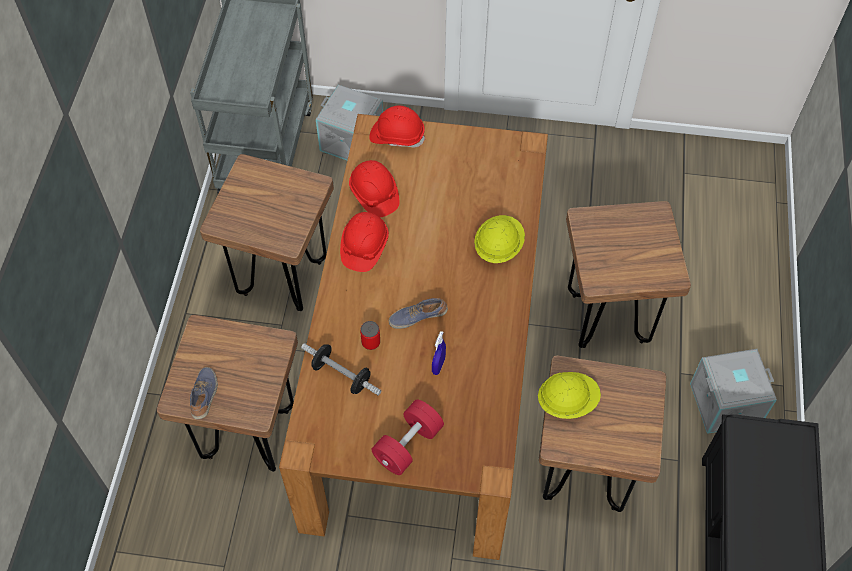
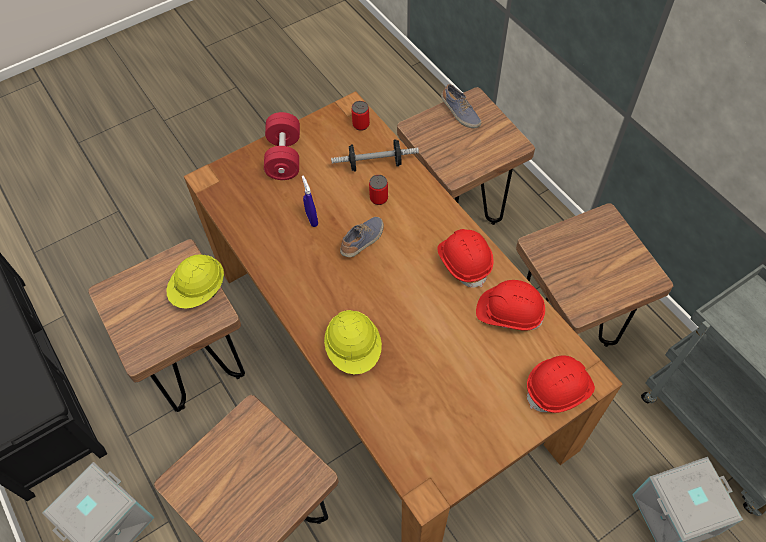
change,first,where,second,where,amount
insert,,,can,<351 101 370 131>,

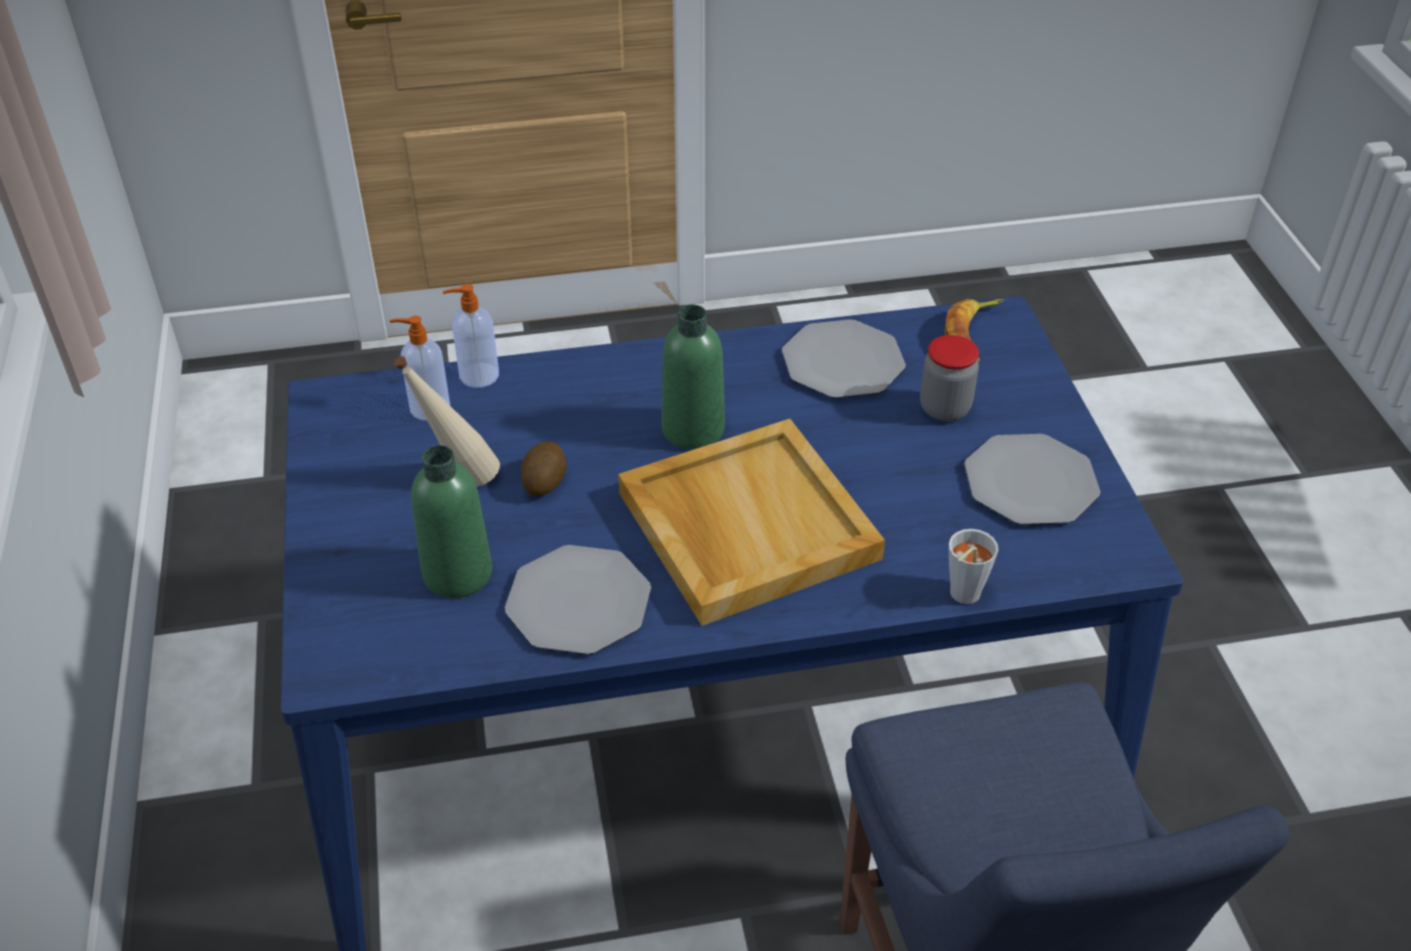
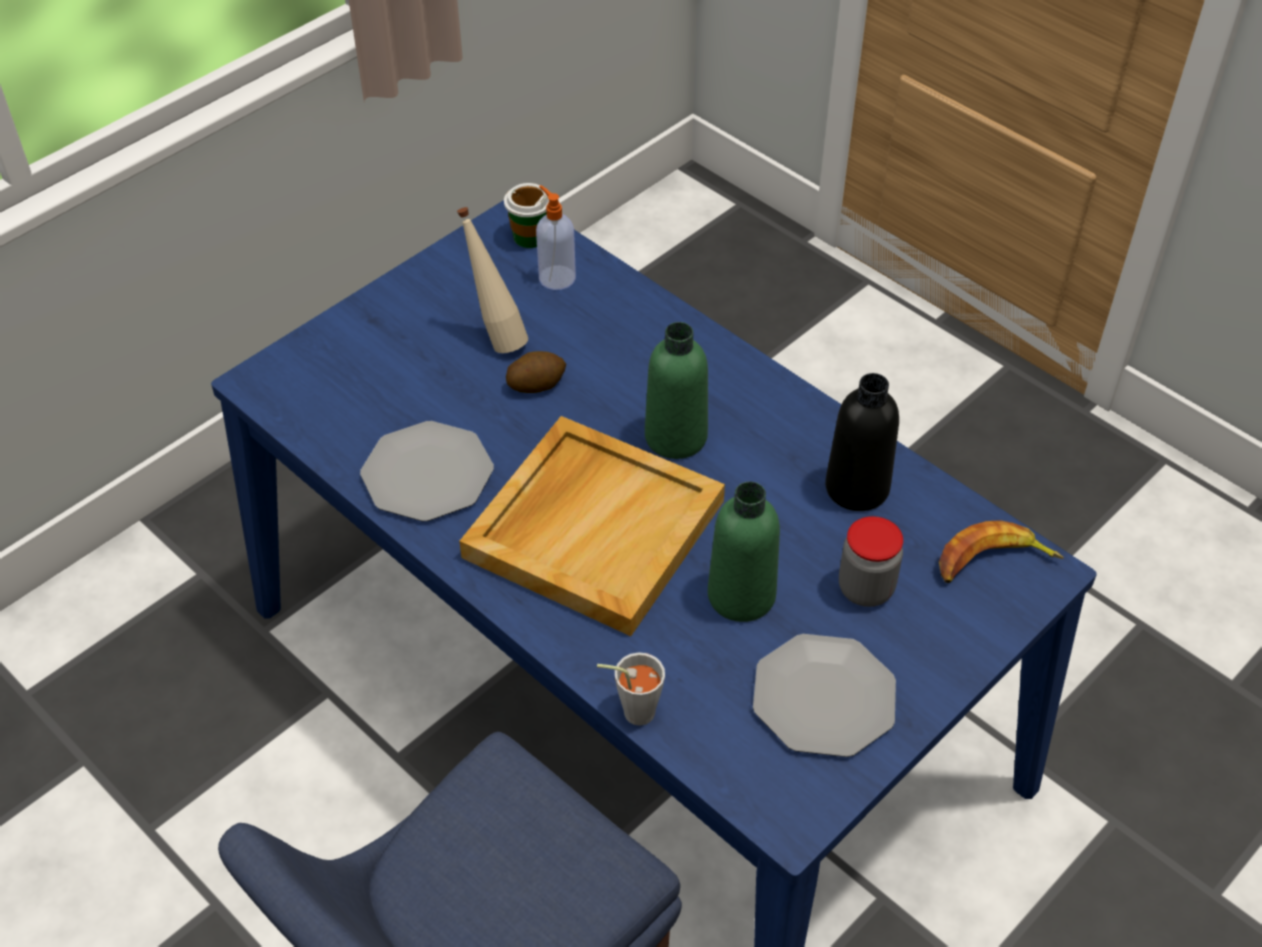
change,first,where,second,where,amount
delete,soap dispenser,<443 284 499 388>,,,
replace,plate,<782 319 906 398>,black bottle,<825 373 899 511>,
move,green bottle,<411 445 492 598>,,<708 481 780 622>,
insert,,,cup,<504 183 549 248>,

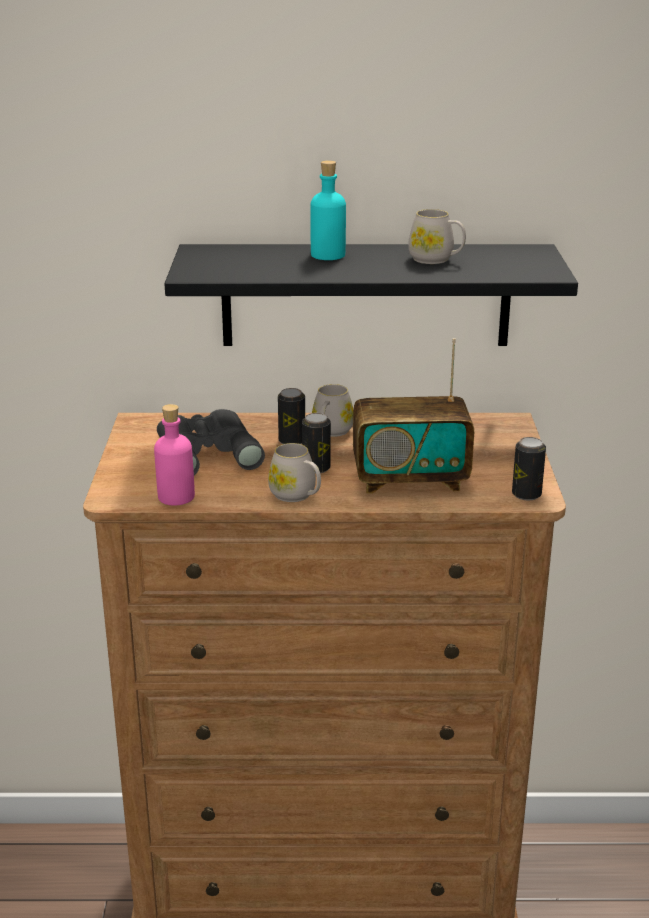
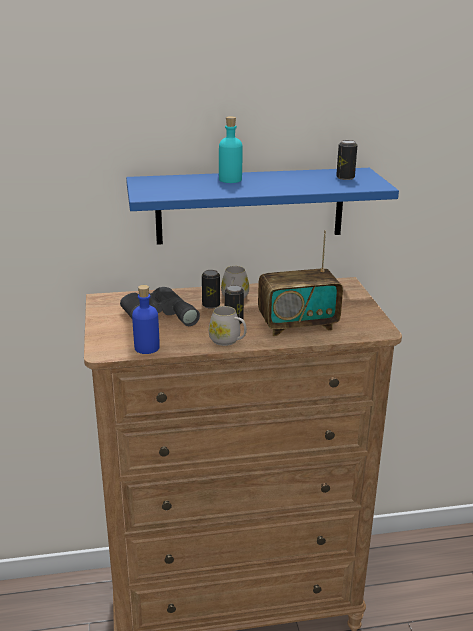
change,first,where,second,where,amount
delete,white mug,<408 209 466 264>,,,
recolor,black shelf,<164 244 578 346>,blue shelf,<126 168 399 245>,
recolor,pink bottle,<154 404 195 506>,blue bottle,<132 285 160 354>,
move,can,<512 437 546 500>,,<336 140 357 180>,

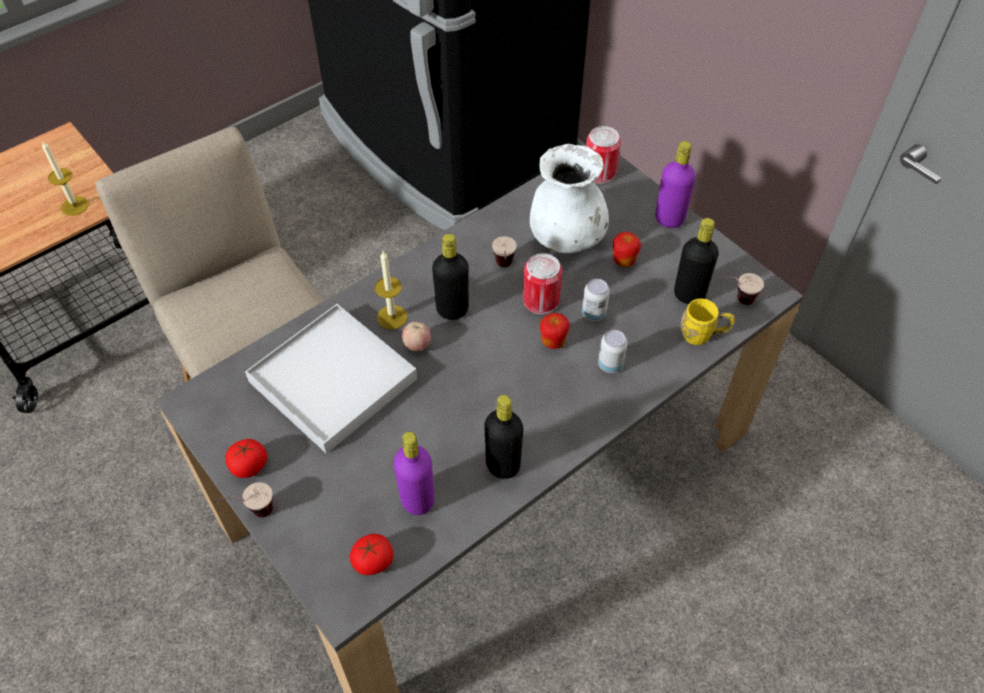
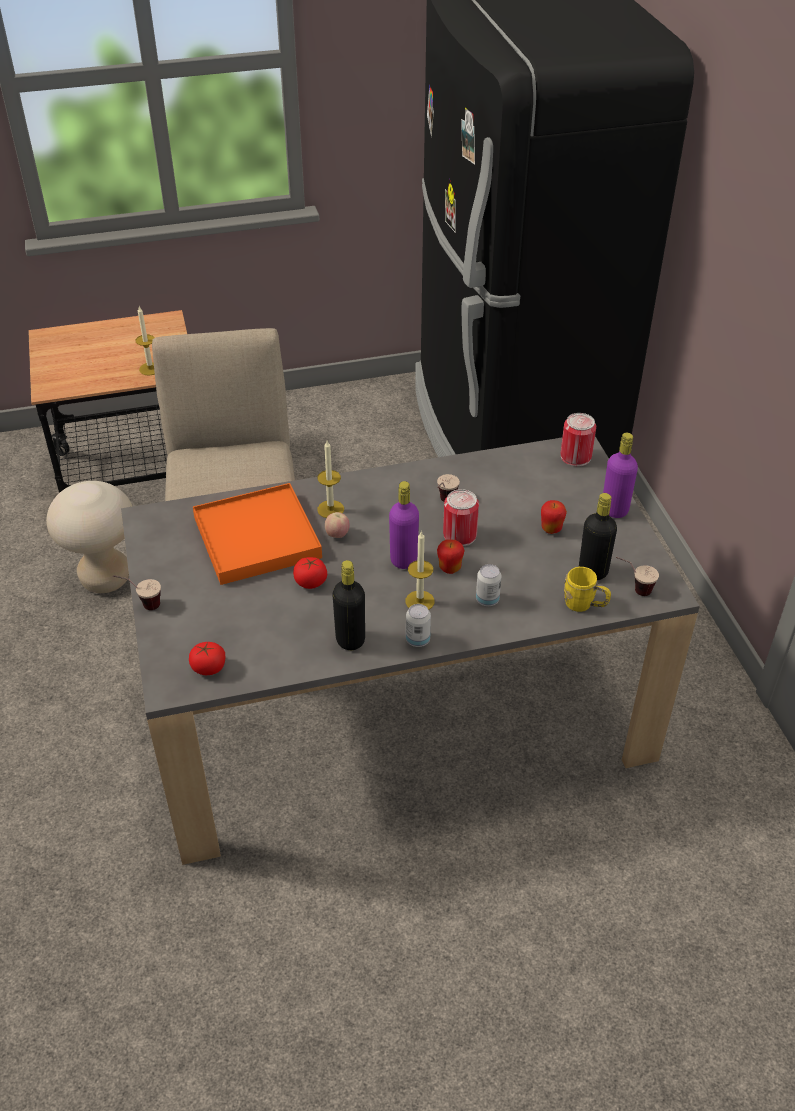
change,first,where,second,where,amount
delete,white vase,<530 144 609 253>,,,
delete,black bottle,<432 234 469 320>,,,
move,can,<582 279 610 321>,,<406 604 431 647>,
recolor,white tray,<245 304 417 454>,orange tray,<193 483 322 585>,
move,purple bottle,<394 432 434 515>,,<389 481 419 569>,
move,tomato,<225 439 267 478>,,<293 557 327 589>,
insert,,,beige stool,<46 481 133 593>,
insert,,,candle,<405 531 435 610>,

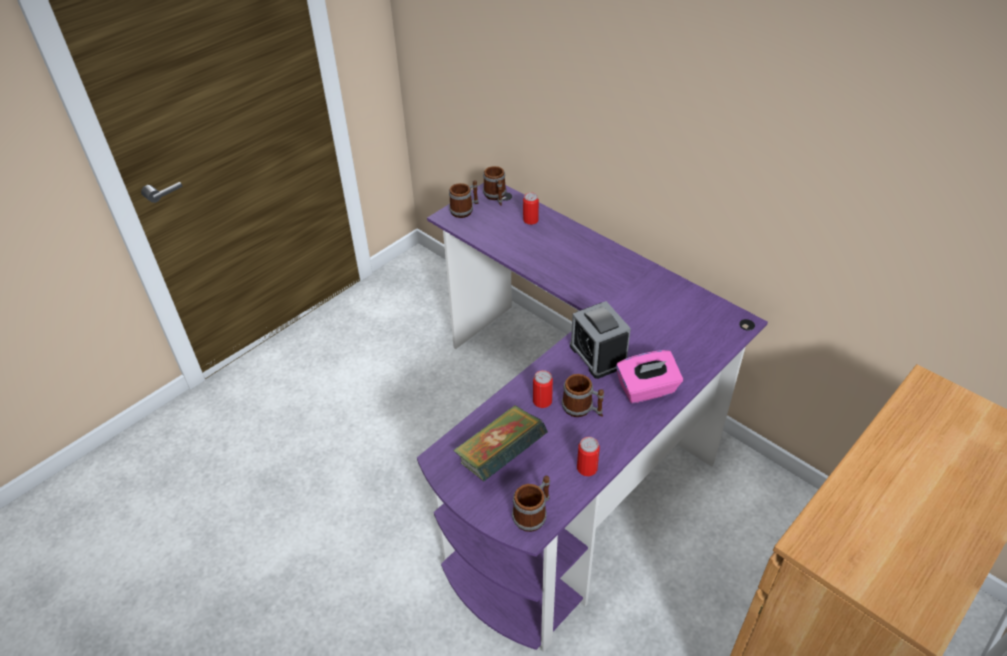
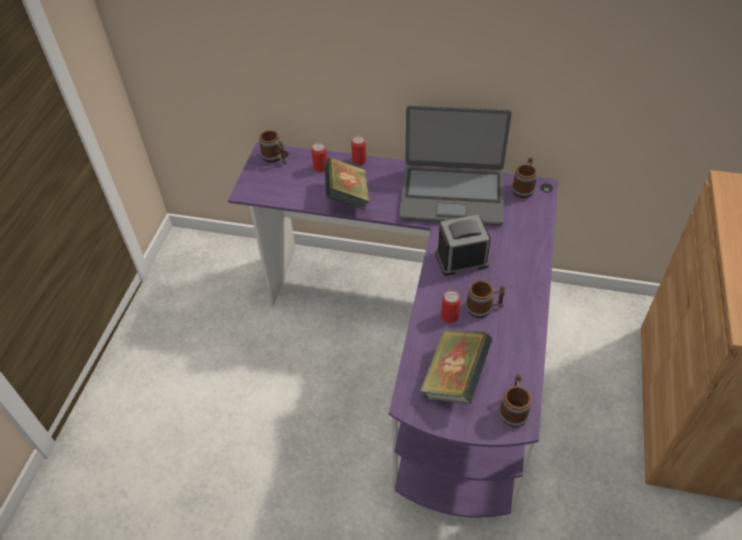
change,first,where,second,where,amount
move,mug,<449 180 479 218>,,<512 157 537 198>,
rotate,alarm clock,<570 301 631 379>,,<435 215 491 276>,135 degrees clockwise
delete,pink tissue box,<616 350 683 403>,,,
move,can,<577 437 600 476>,,<351 136 366 165>,
insert,,,laptop,<400 105 512 226>,
insert,,,book,<324 157 370 210>,

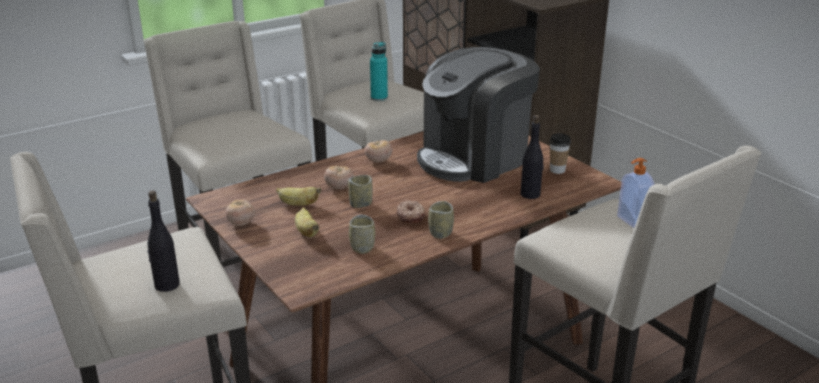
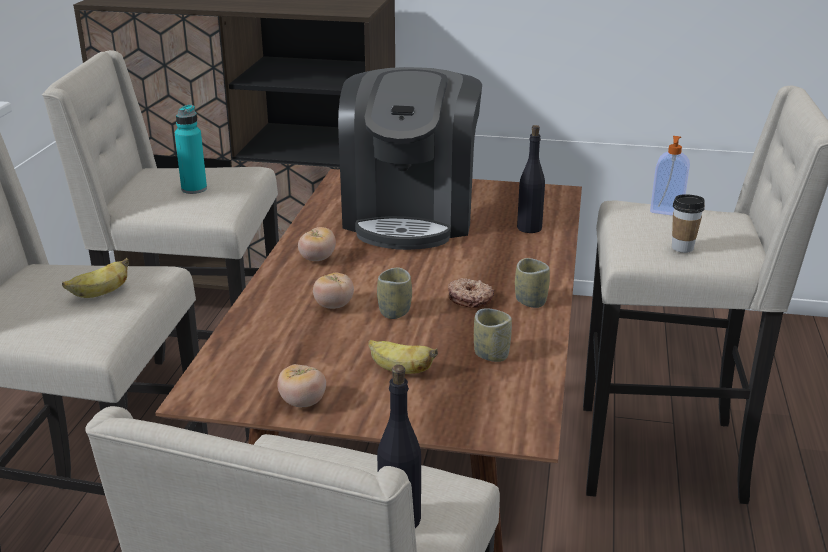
change,first,where,second,where,amount
move,cup,<549 133 571 174>,,<672 194 705 253>,
move,banana,<276 187 321 206>,,<62 258 129 298>,

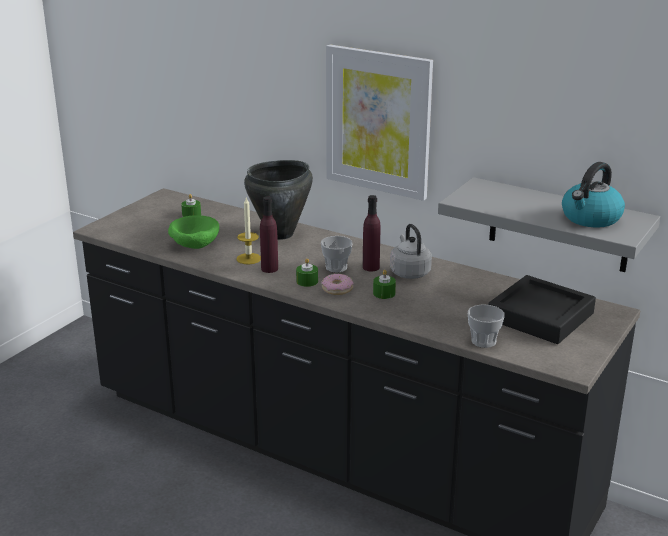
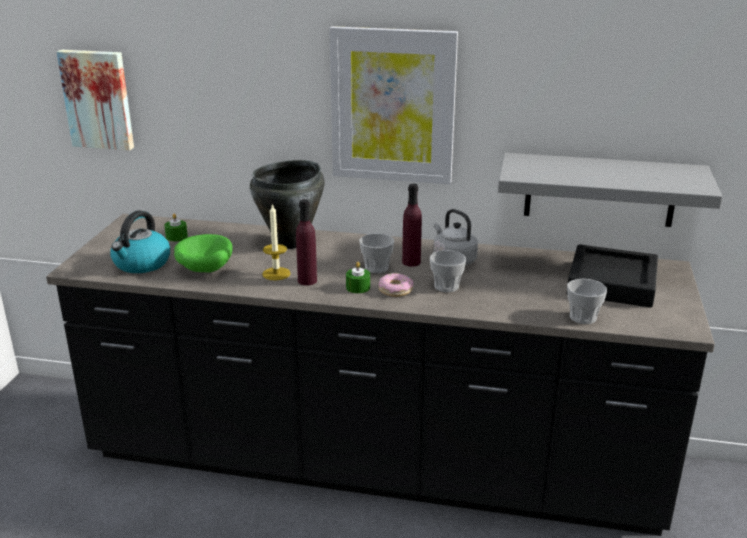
change,first,where,second,where,amount
move,kettle,<562 162 625 228>,,<111 210 170 273>,
replace,green candle,<373 270 396 299>,cup,<430 250 466 292>,
insert,,,picture,<57 50 134 150>,

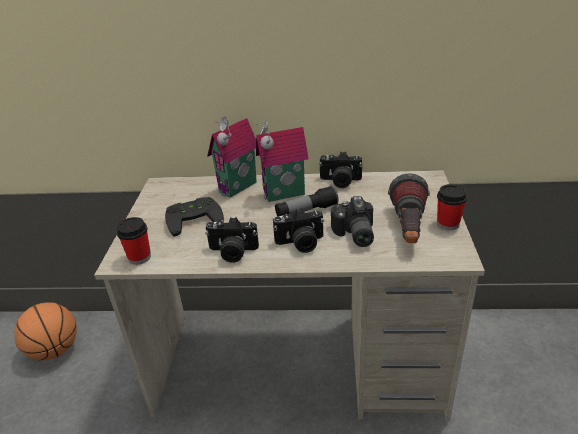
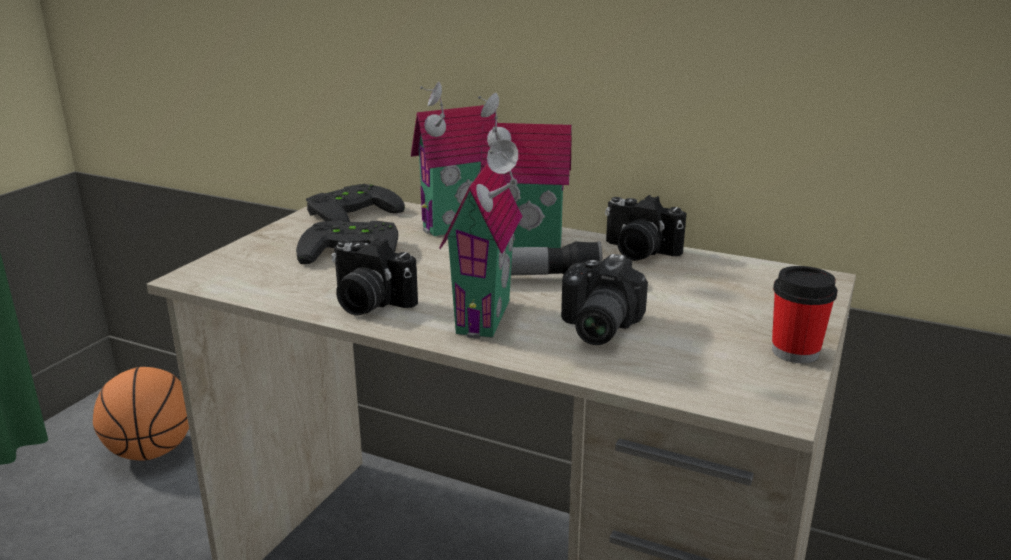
change,first,where,second,where,amount
delete,flashlight,<388 173 430 243>,,,
replace,photo camera,<273 208 324 253>,toy house,<439 139 522 339>,
delete,cup,<117 217 151 265>,,,
insert,,,black game controller,<306 184 405 222>,

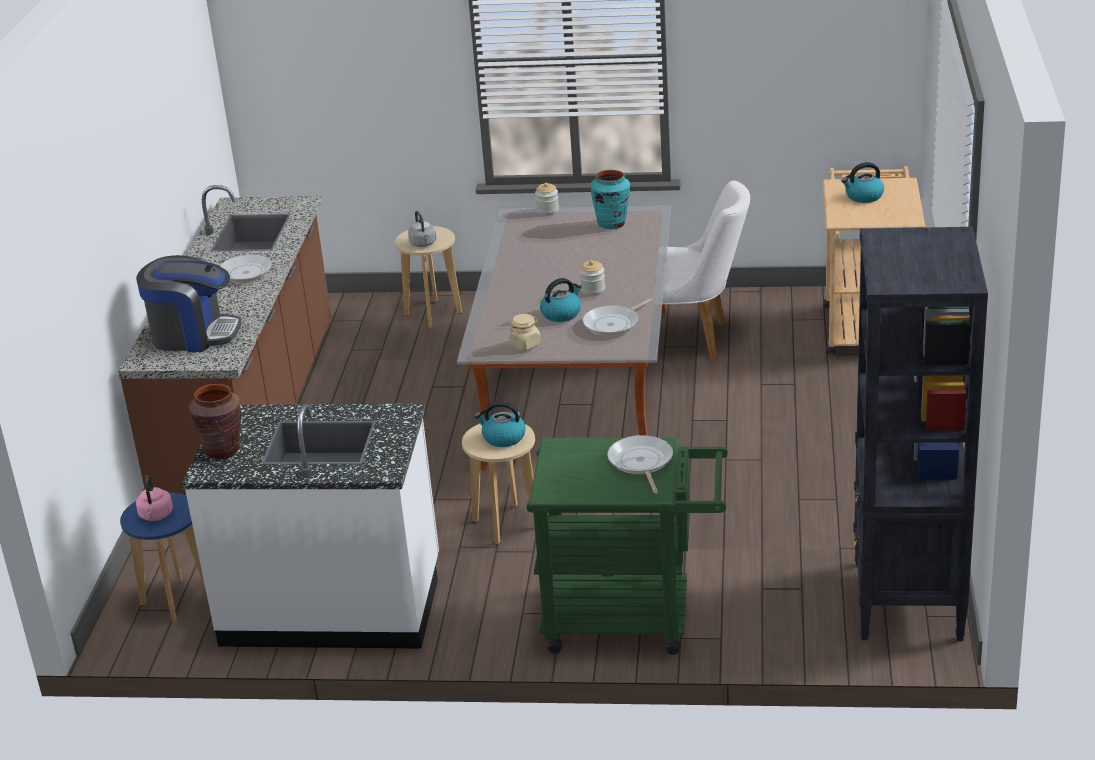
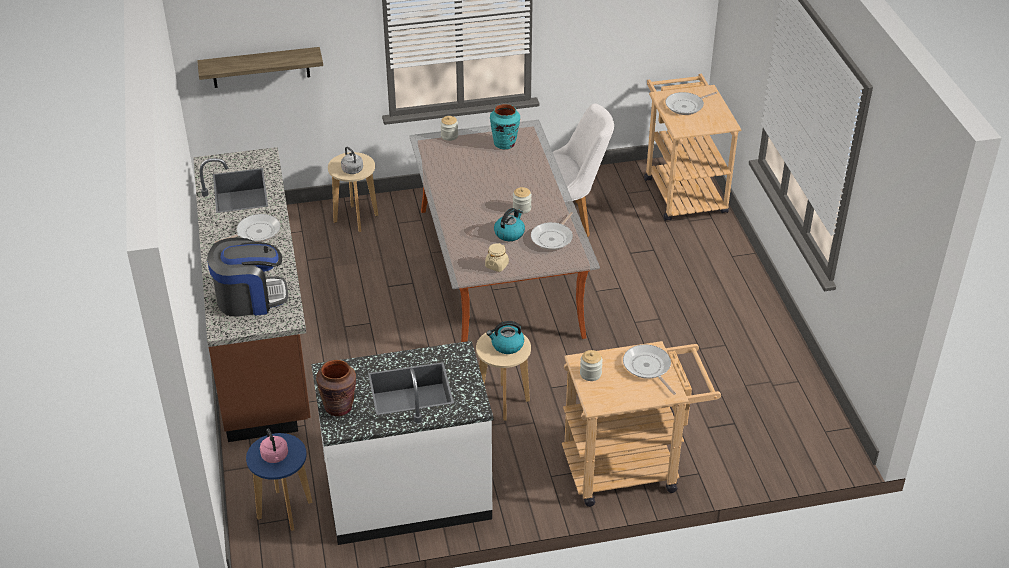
change,first,where,second,where,amount
replace,kettle,<841 162 884 203>,frying pan,<665 92 717 115>,
delete,black bookcase,<853 227 988 641>,,,
recolor,green cart,<526 437 728 655>,beige cart,<562 341 721 507>,
insert,,,shelf,<197 47 323 88>,
insert,,,jar,<580 350 603 381>,

